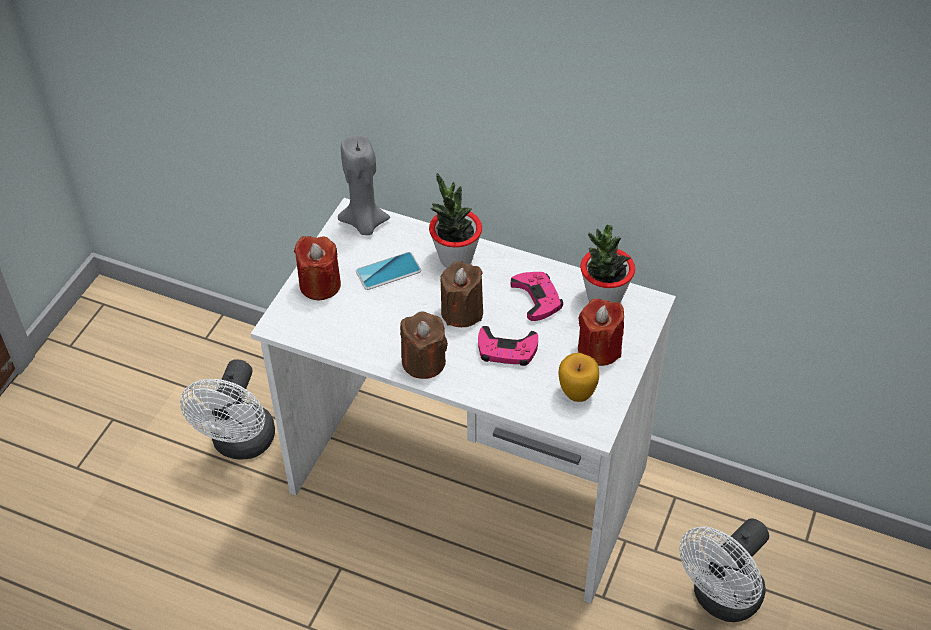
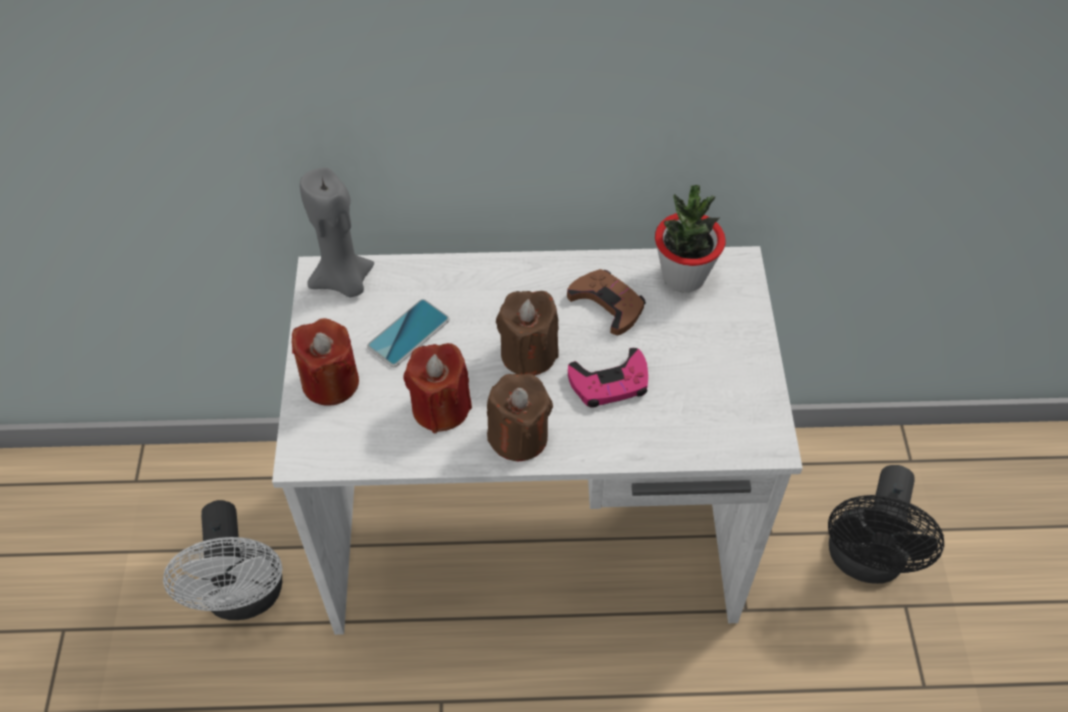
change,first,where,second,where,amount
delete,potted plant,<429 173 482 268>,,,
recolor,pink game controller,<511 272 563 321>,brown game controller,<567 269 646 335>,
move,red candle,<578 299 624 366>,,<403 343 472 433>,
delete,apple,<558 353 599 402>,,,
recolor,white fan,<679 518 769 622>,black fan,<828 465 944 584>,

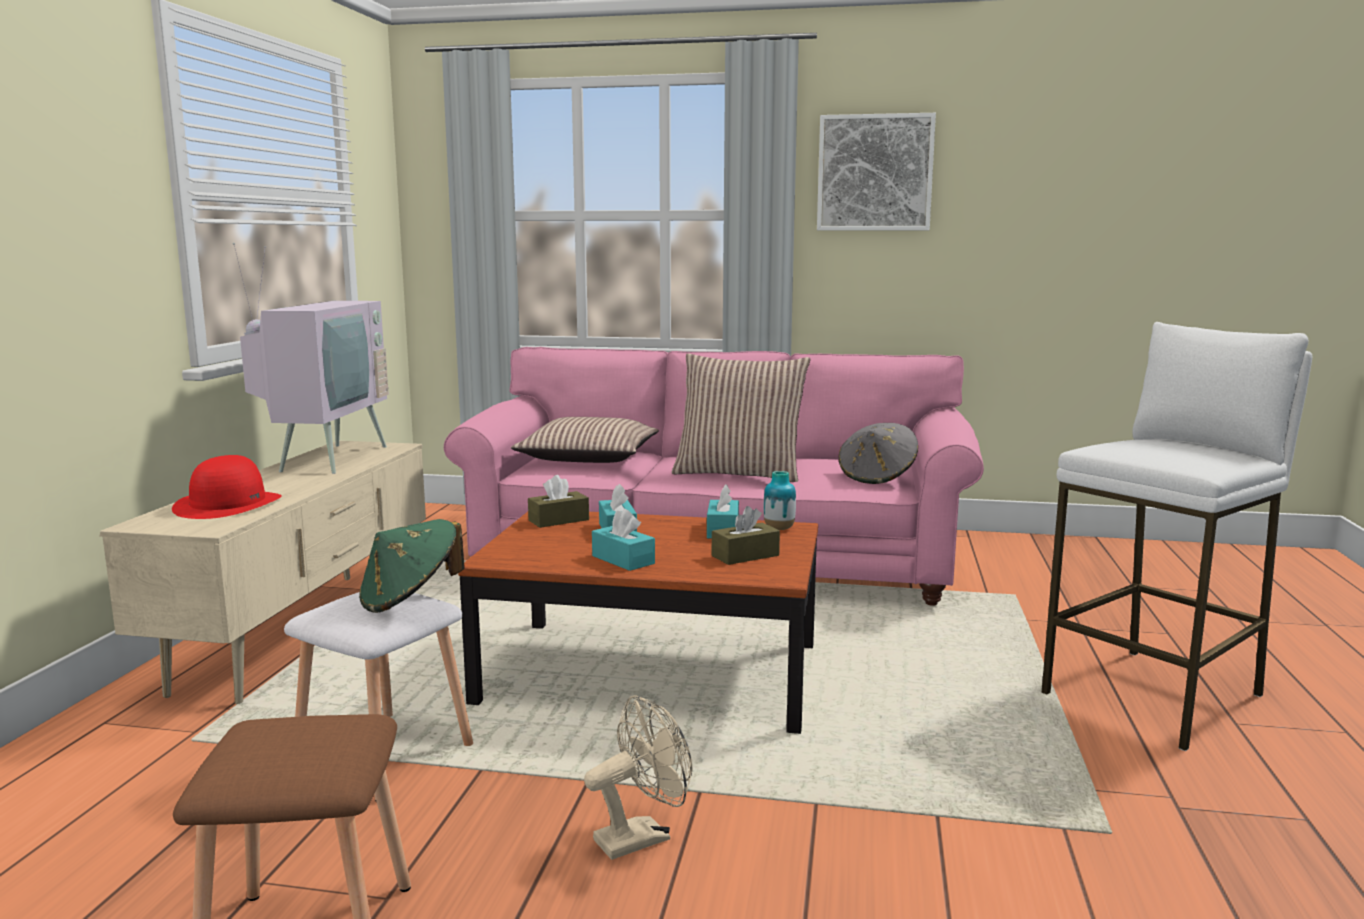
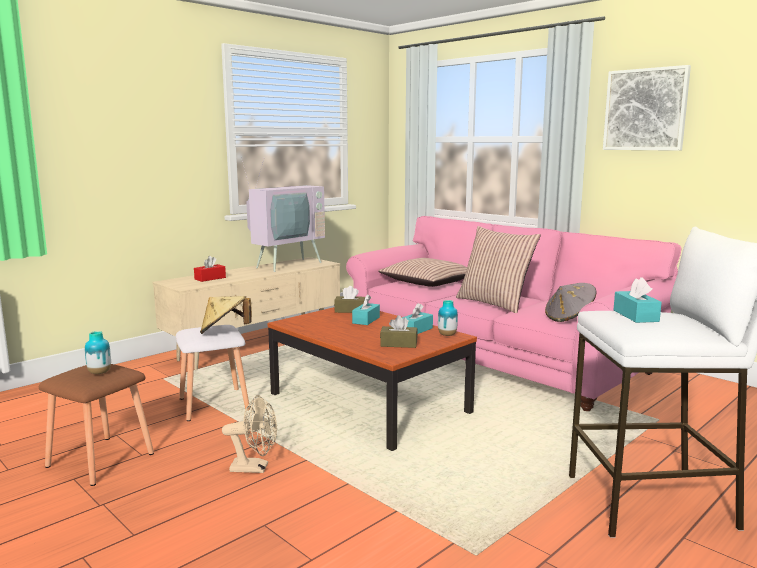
change,first,where,second,where,amount
replace,red hat,<172 455 282 519>,red tissue box,<194 256 226 282>,
move,turquoise tissue box,<592 508 655 571>,,<614 277 662 323>,
recolor,green hat,<359 519 465 613>,beige hat,<200 296 252 334>,
insert,,,vase,<85 331 111 374>,

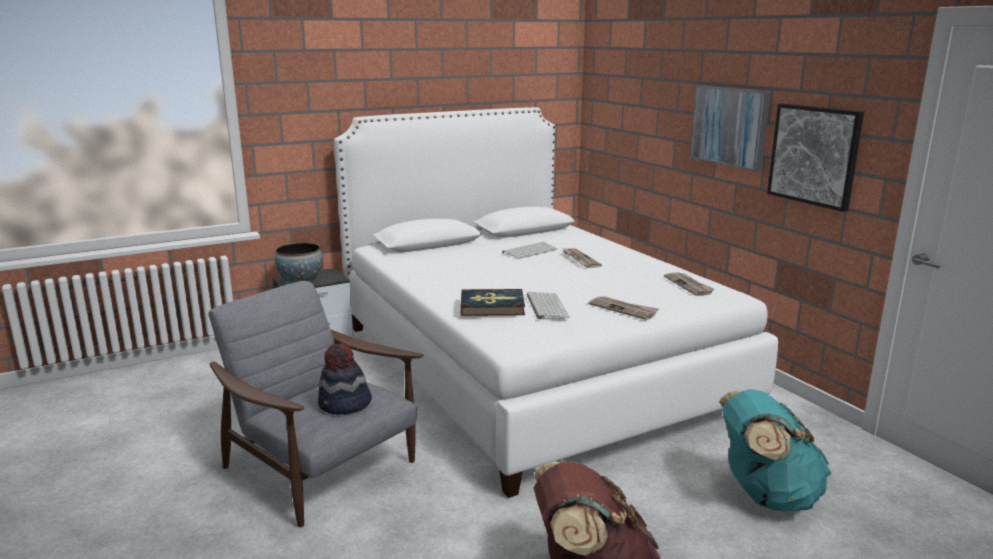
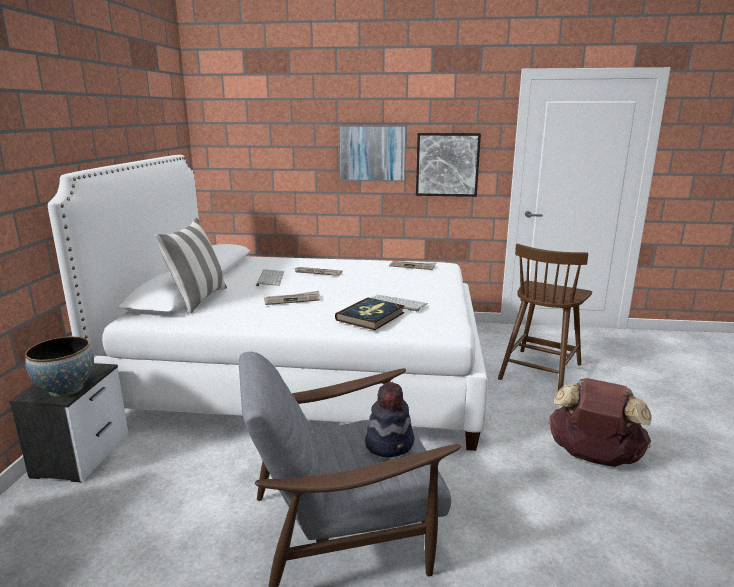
change,first,where,second,where,amount
move,newspaper,<589 296 659 320>,,<264 291 320 305>,
replace,turquoise backpack,<719 389 831 512>,brown chair,<498 244 592 390>,
insert,,,pillow,<155 218 227 313>,

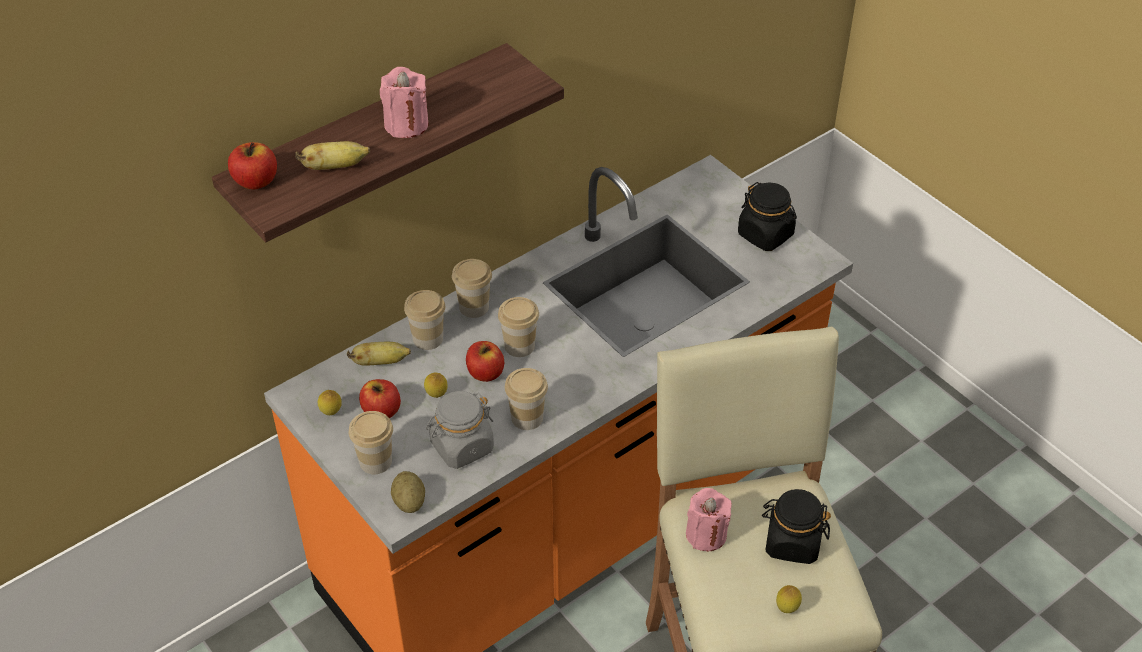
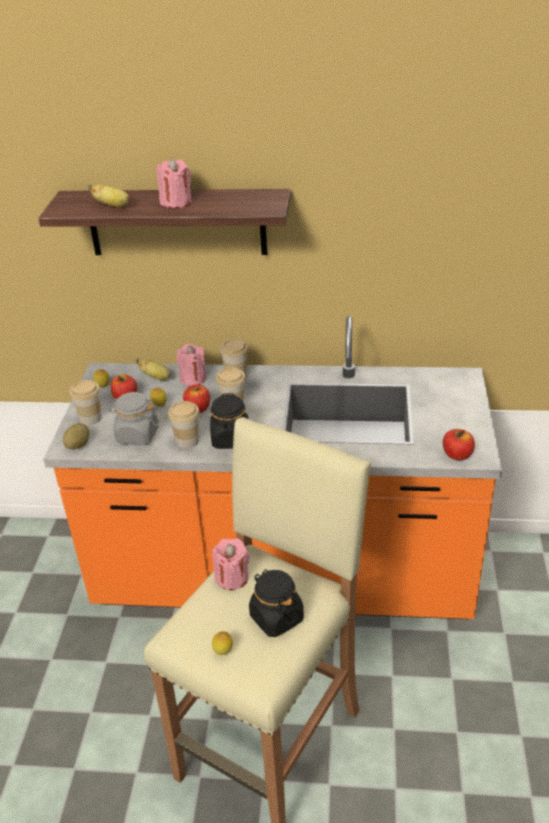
change,first,where,second,where,amount
move,apple,<228 142 277 190>,,<443 429 475 460>,
move,black jar,<738 182 797 251>,,<210 393 248 449>,
replace,cup,<404 290 445 350>,pink candle,<177 344 206 386>,

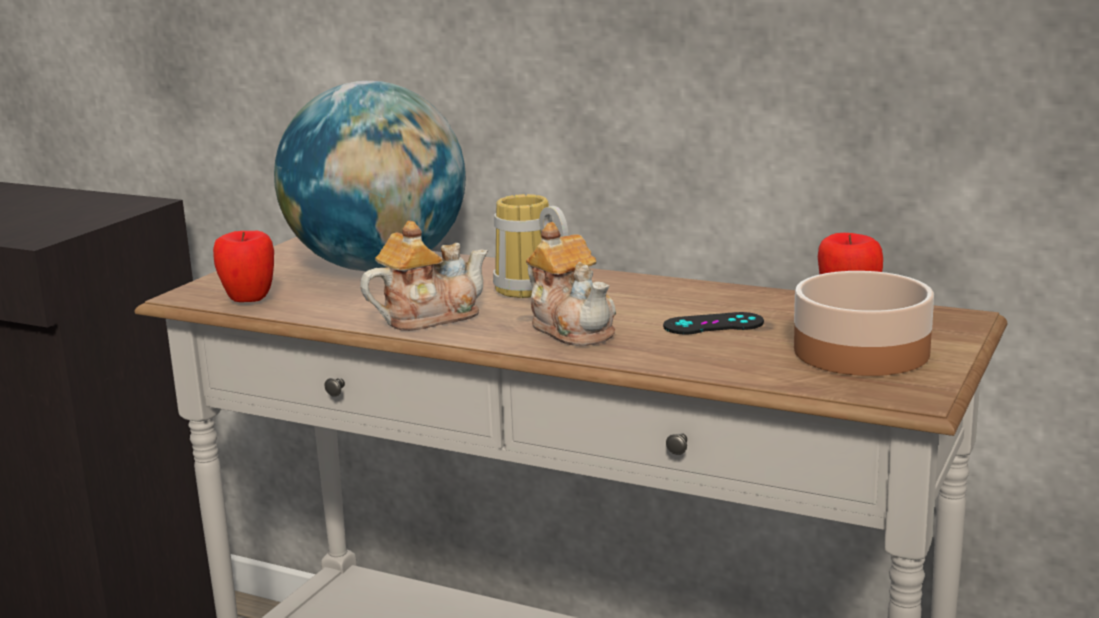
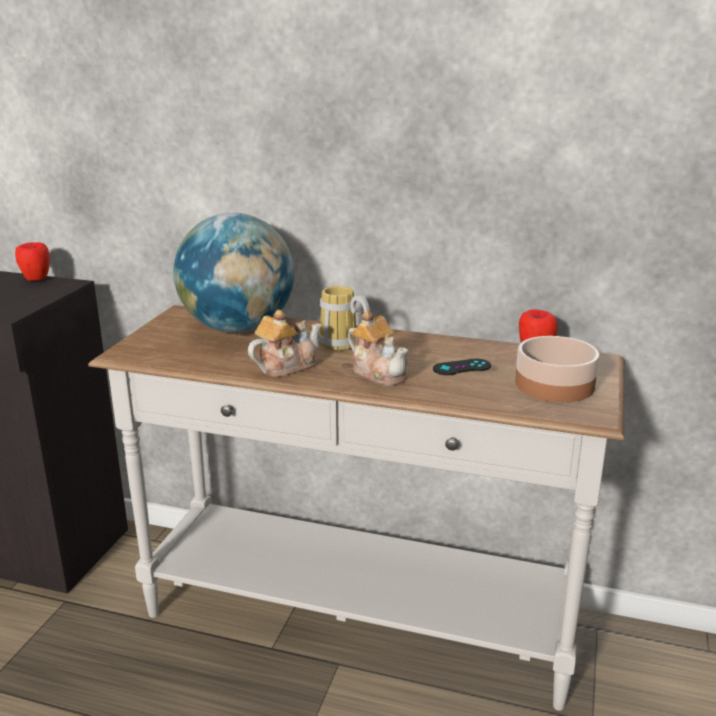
change,first,where,second,where,amount
move,apple,<213 230 274 302>,,<15 242 50 281>,

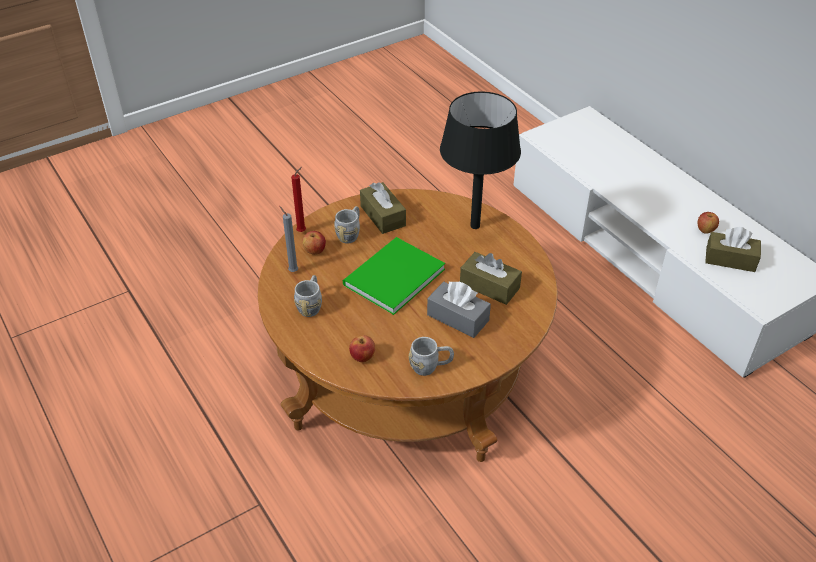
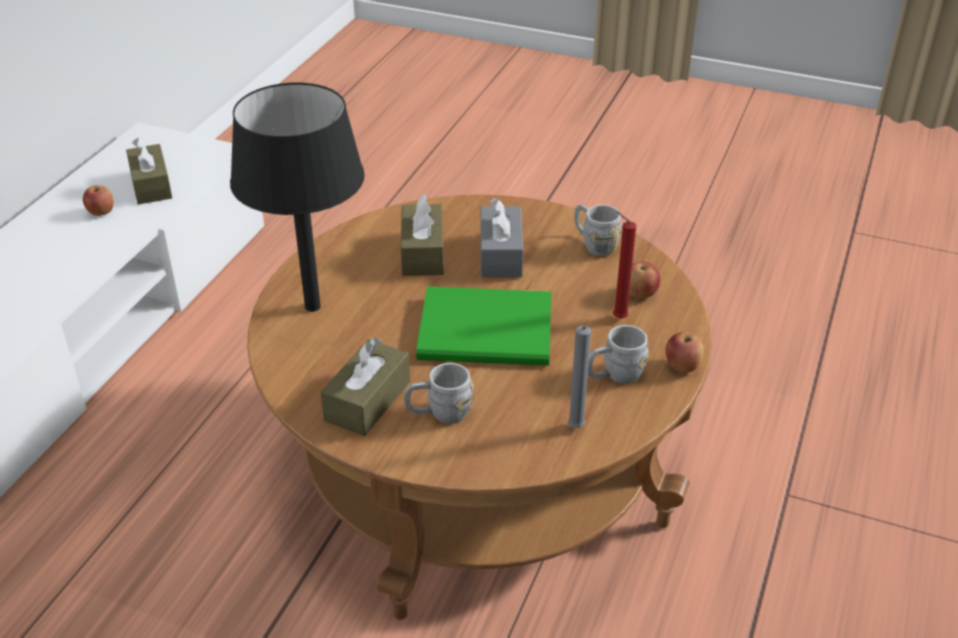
change,first,where,second,where,amount
move,red candle,<291 167 306 232>,,<613 211 636 319>,
move,apple,<302 231 326 255>,,<666 332 704 372>,

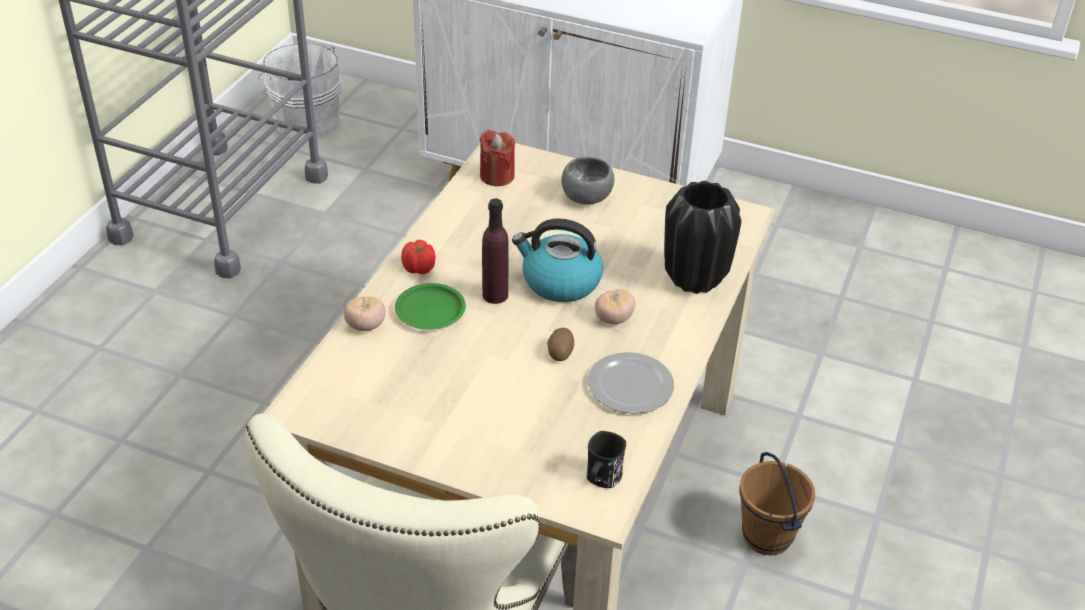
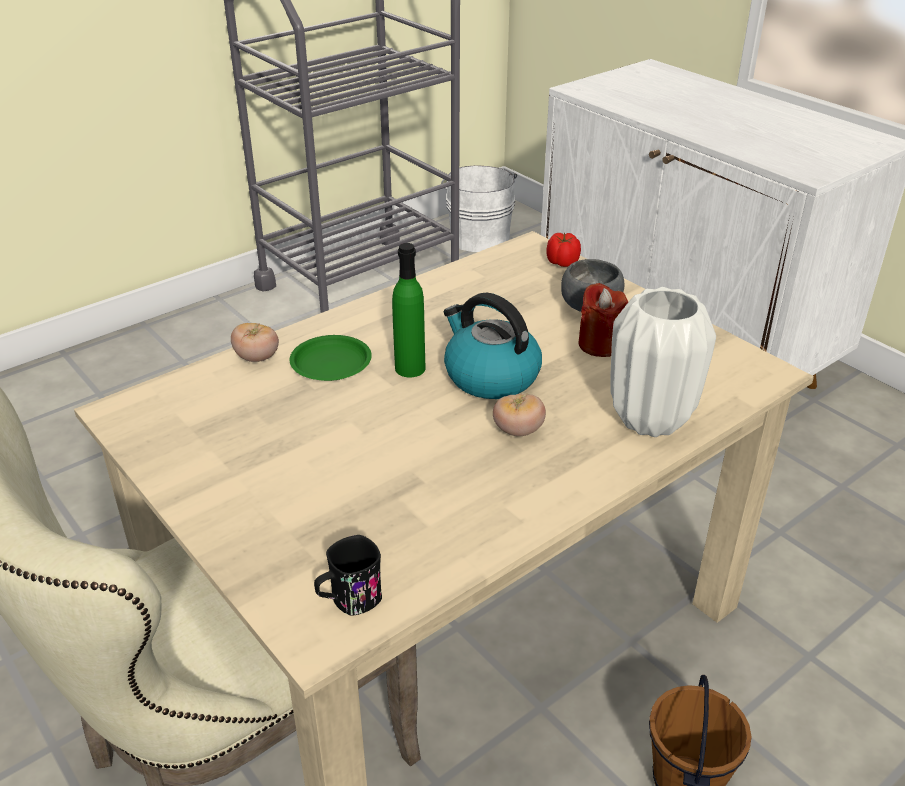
change,first,where,second,where,amount
move,red candle,<480 130 515 186>,,<578 283 628 357>,
recolor,black vase,<664 181 741 294>,white vase,<610 287 716 437>,
recolor,purple bottle,<482 198 509 304>,green bottle,<392 243 426 378>,
move,tomato,<401 240 436 274>,,<546 233 581 267>,
delete,potato,<547 328 574 361>,,,
delete,plate,<588 352 674 414>,,,

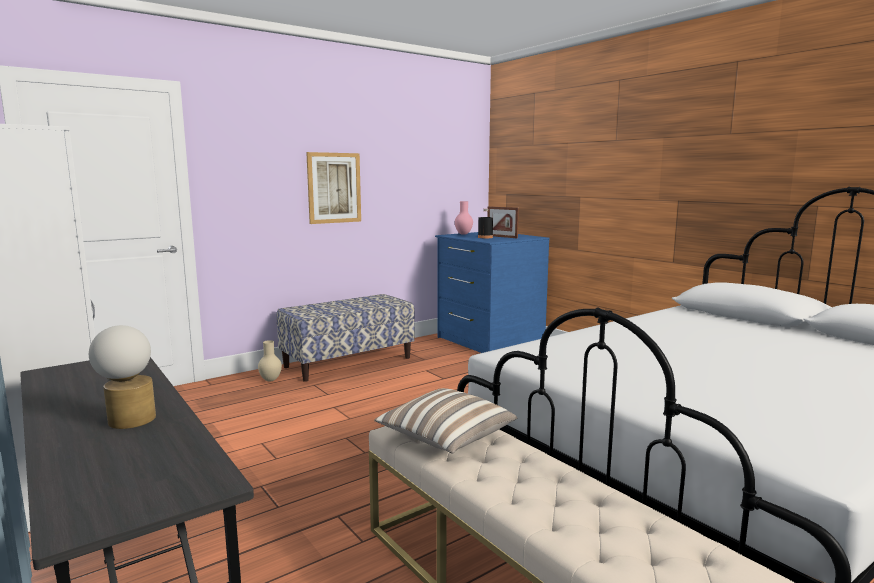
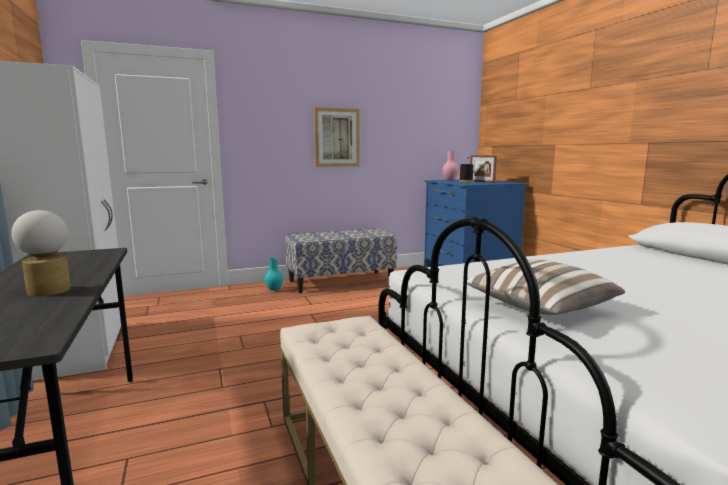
change,first,where,second,where,amount
recolor,beige vase,<258 340 282 382>,turquoise vase,<265 258 283 291>,
move,pillow,<374 388 517 453>,,<467 260 625 315>,

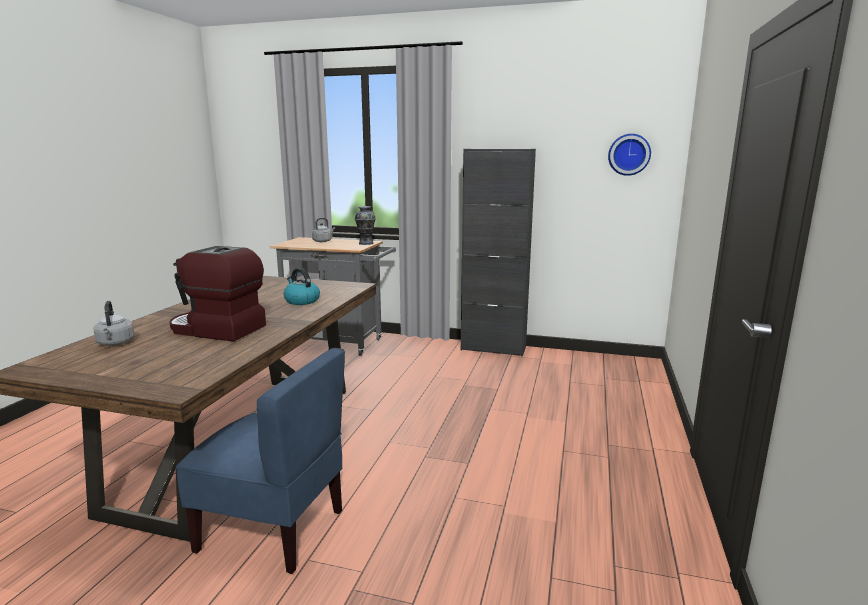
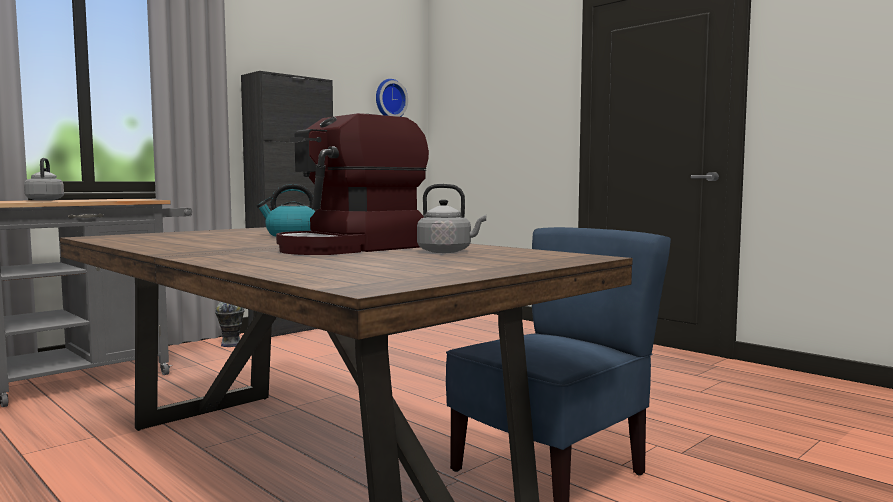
change,first,where,second,where,amount
move,vase,<355 206 376 245>,,<215 302 244 347>,
move,grey kettle,<93 301 135 346>,,<417 184 486 253>,

